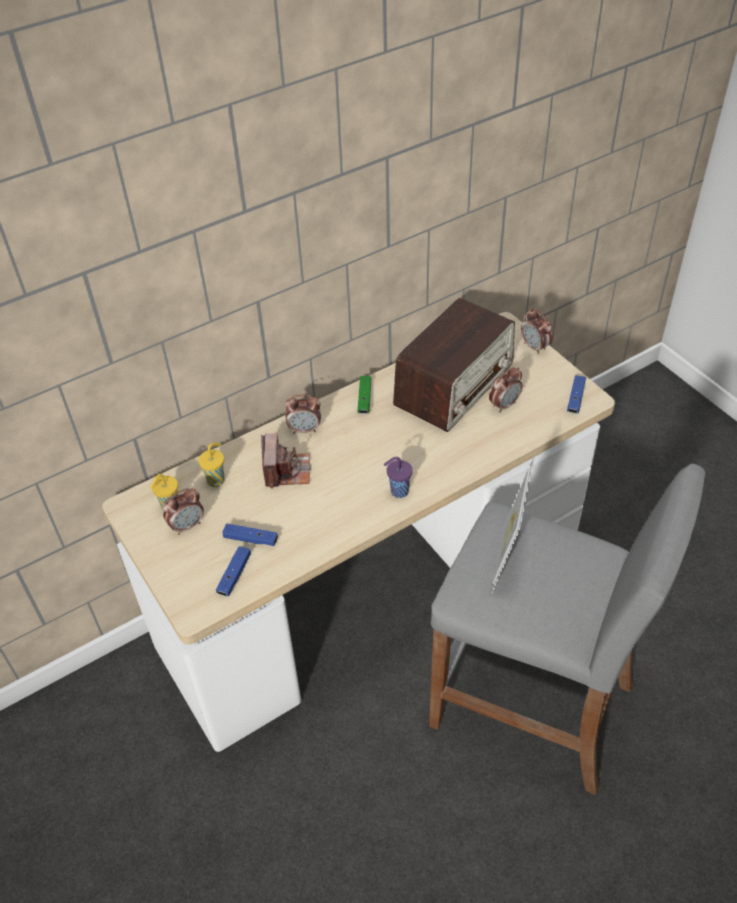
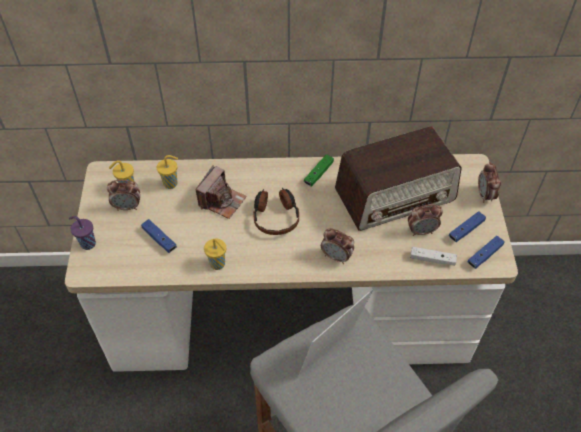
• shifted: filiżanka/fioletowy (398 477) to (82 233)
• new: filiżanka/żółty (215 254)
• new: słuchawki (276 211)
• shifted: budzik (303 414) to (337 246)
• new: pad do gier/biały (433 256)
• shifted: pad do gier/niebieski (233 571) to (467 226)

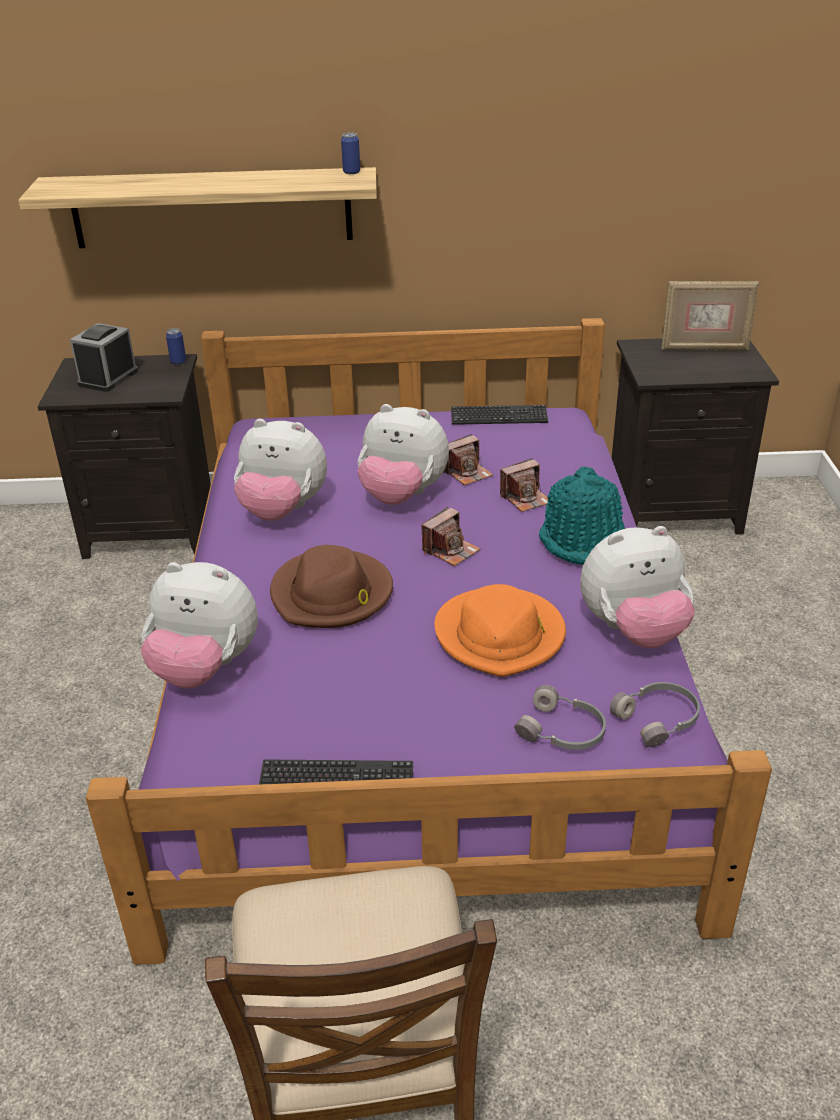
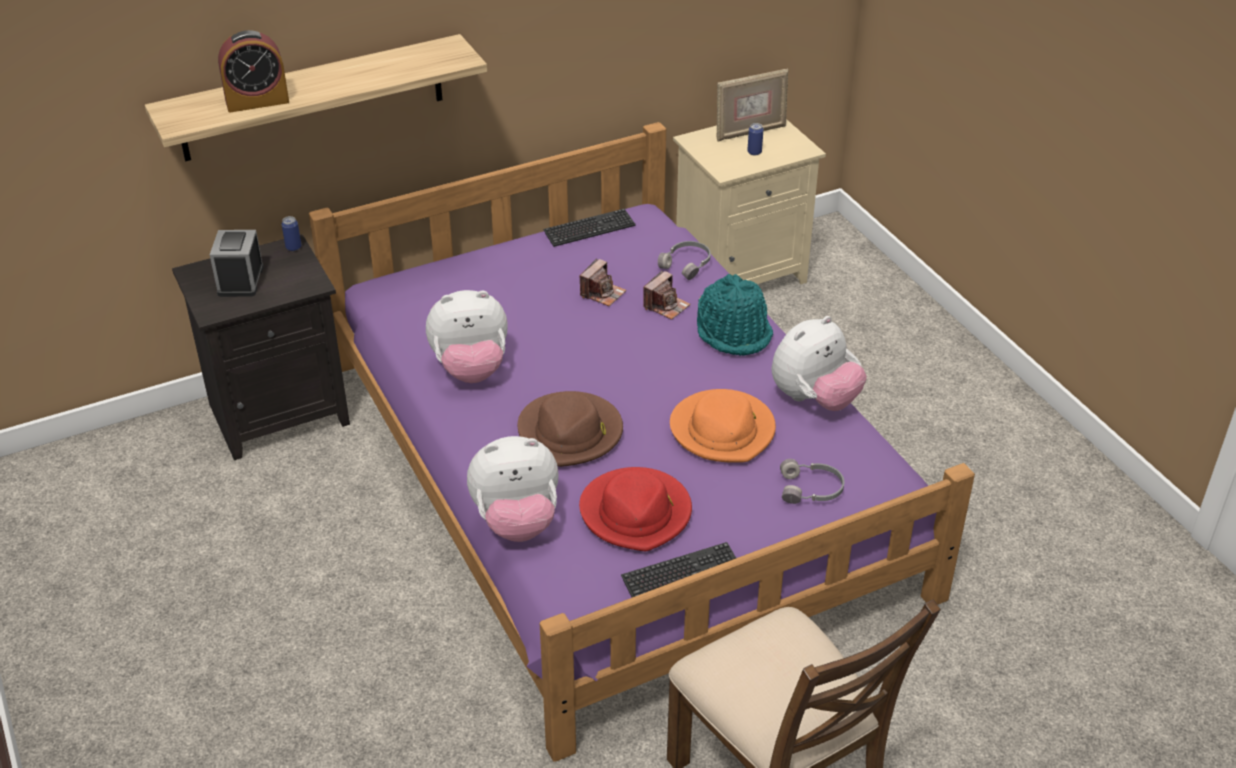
• new: budzik (253 71)
• new: kapelusz/czerwony (635 509)
• shifted: słuchawki/szary (655 714) to (684 260)
• repainted: szafka nocna/czarny (695 436) to szafka nocna/beżowy (749 201)
• shifted: puszka (350 153) to (755 139)
• gone: pluszak (403 454)
• gone: aparat fotograficzny (450 536)

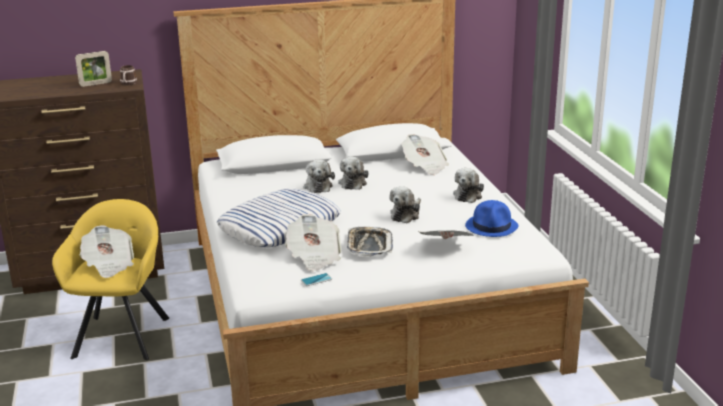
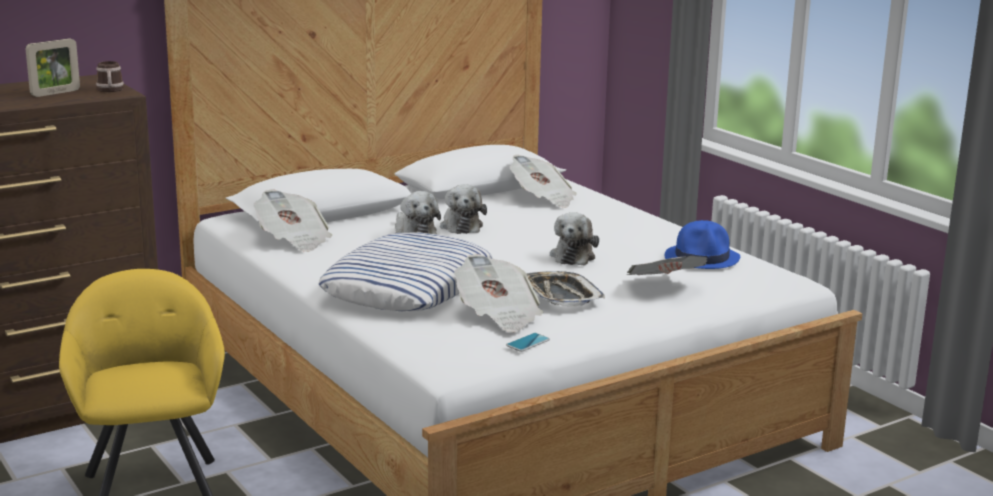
• shifted: gazeta (107 251) to (292 221)
• gone: pluszak (468 185)

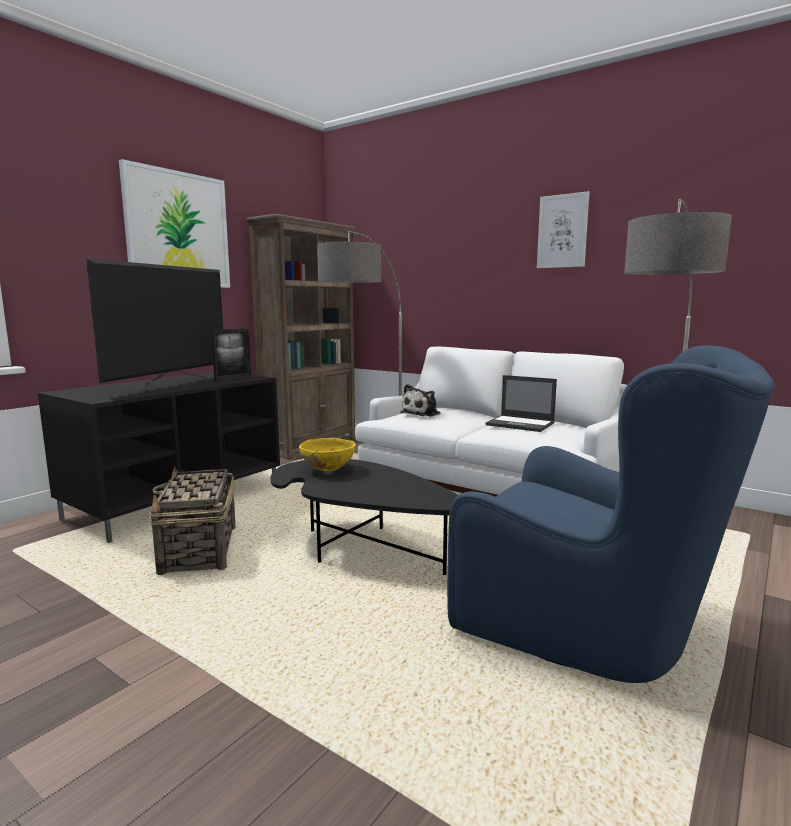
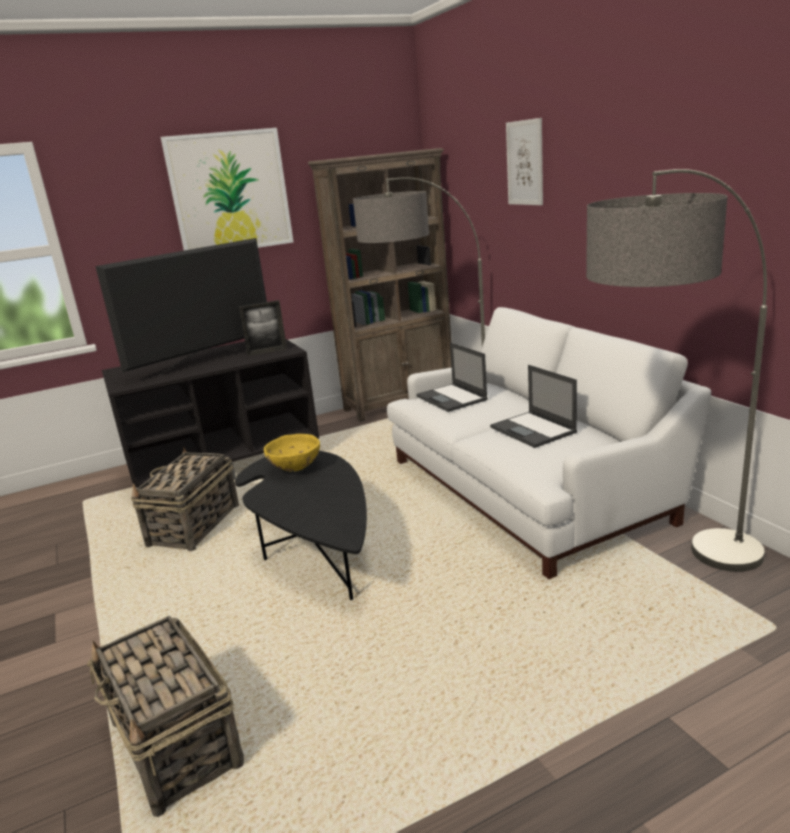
• new: koszyk (165 716)
• swapped: pluszak (420 400) to laptop (452 377)
• shifted: obraz (563 229) to (524 161)
• gone: fotel/niebieski (611 514)

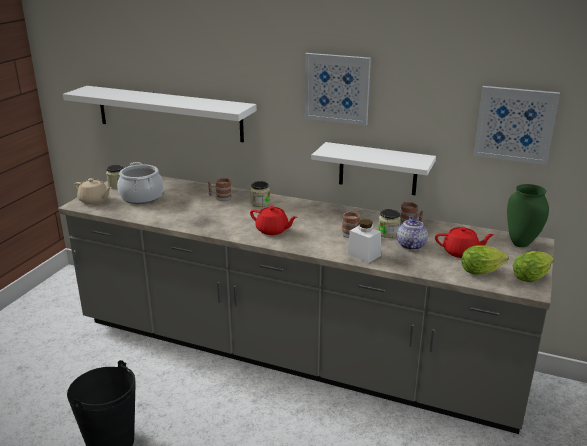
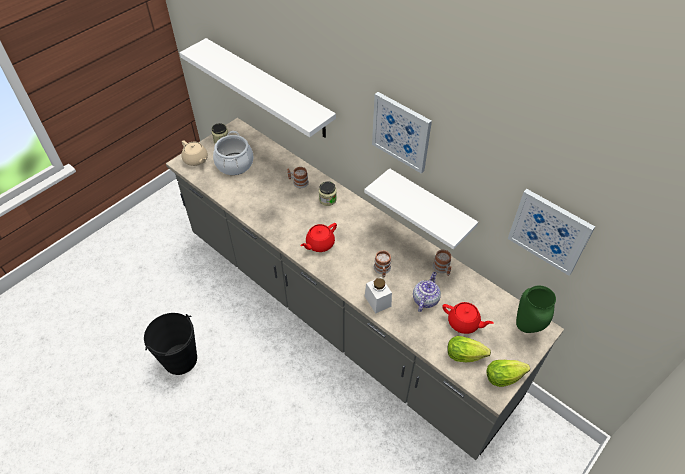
• rotated: imbryk/czerwony (274 220) = (318 237) 90 degrees clockwise
• gone: słoik (389 223)

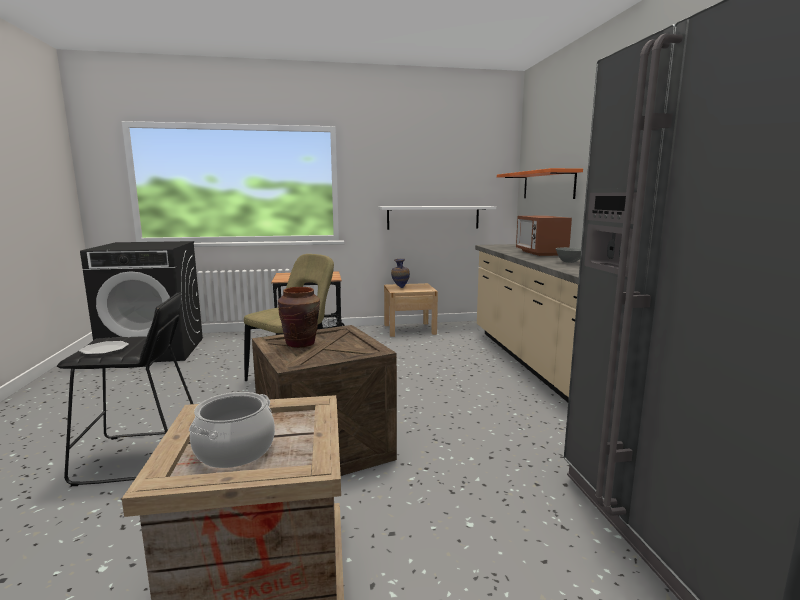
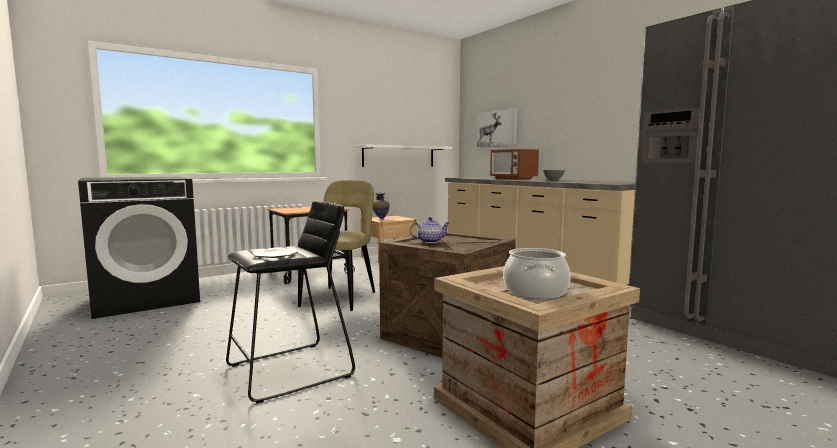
• swapped: wazon/brązowy (299 317) to imbryk (430 230)
• swapped: półka/pomarańczowy (540 183) to obraz (497 128)

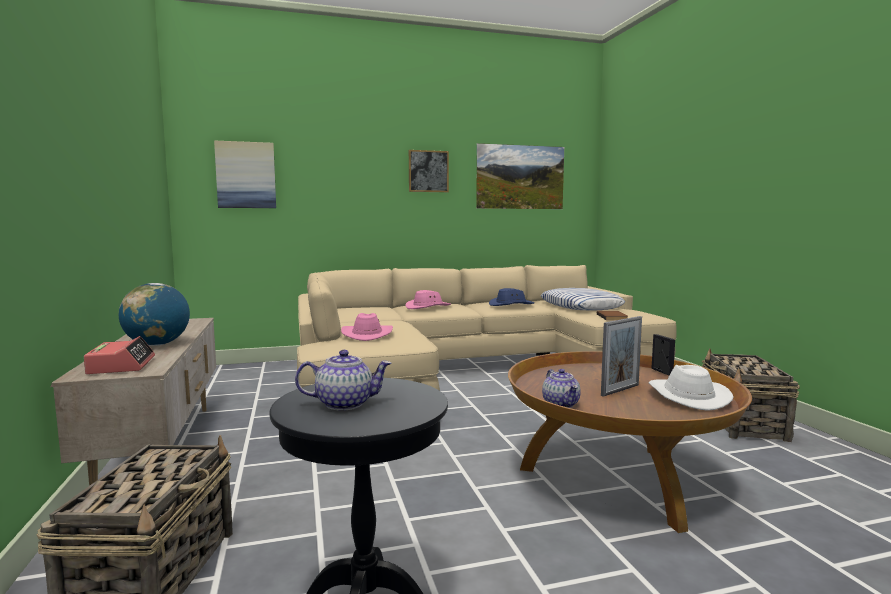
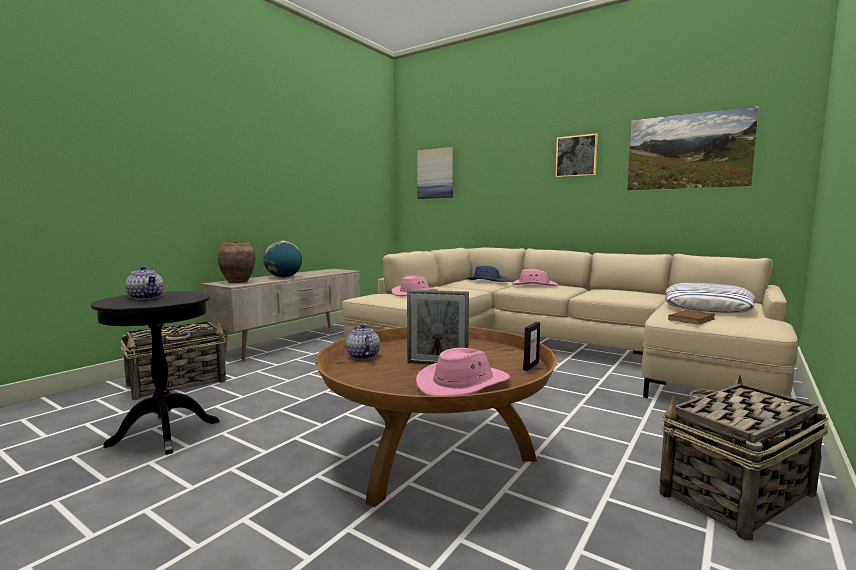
• swapped: budzik (119 355) to wazon/brązowy (237 262)
• rotated: imbryk (561 388) = (363 342) 120 degrees clockwise
• repainted: kapelusz/biały (690 388) to kapelusz/różowy (463 372)
• shifted: kapelusz/niebieski (511 297) to (487 274)

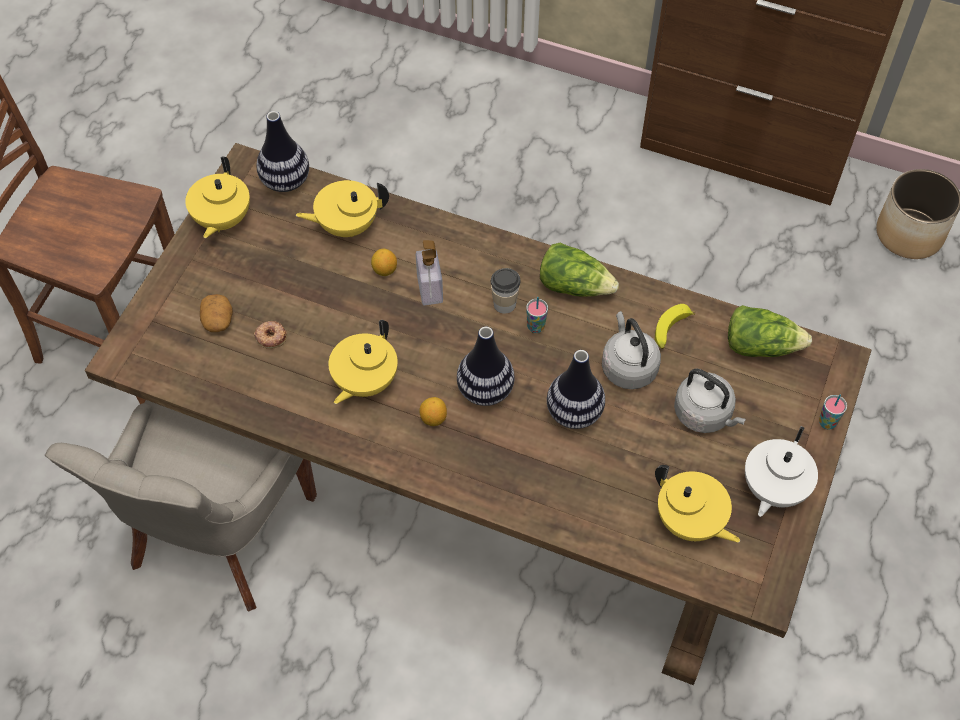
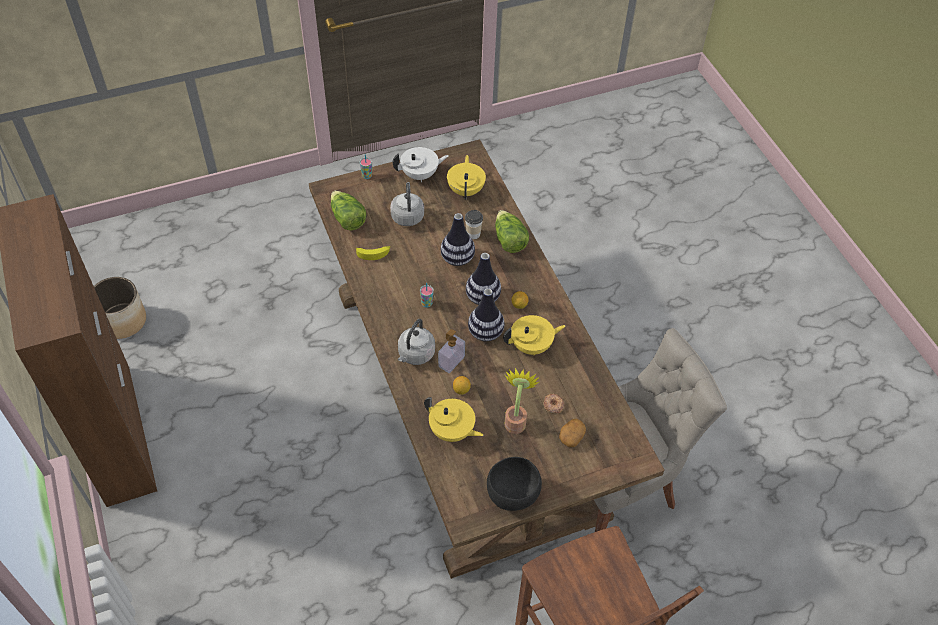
• shifted: czajnik/szary (631 350) to (416 342)
• shifted: filiżanka (506 291) to (474 224)
• shifted: wazon (282 151) to (486 314)
• swapped: imbryk/żółty (217 197) to miska/czarny (514 484)
• shifted: sałata (579 269) to (512 231)
• new: roślina doniczkowa (522 401)

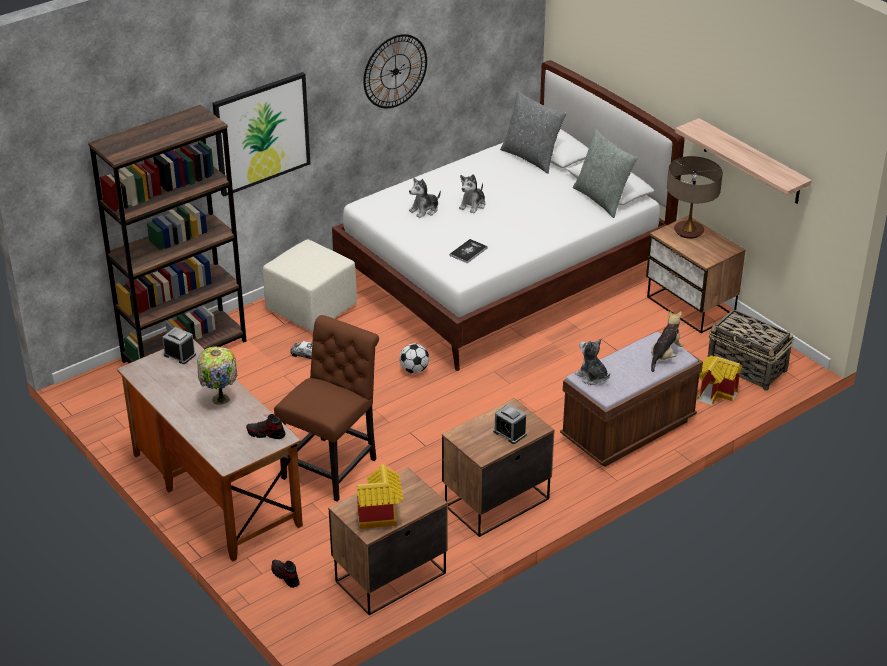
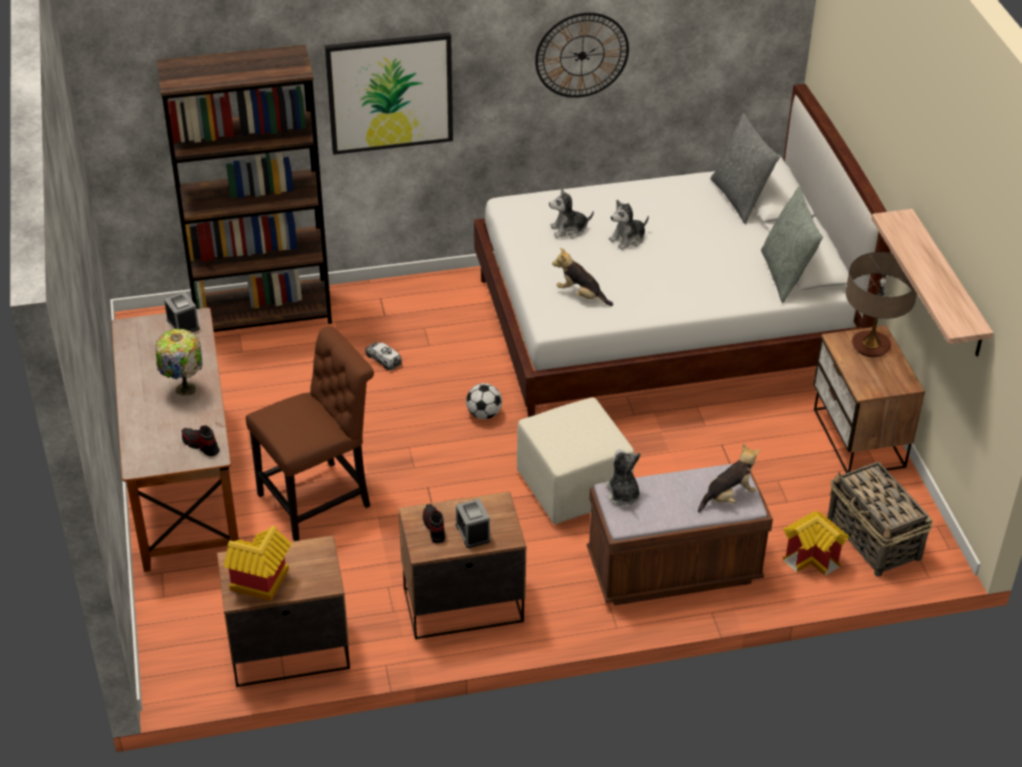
• shifted: but (285 573) to (434 523)
• shifted: pufa/beżowy (310 285) to (575 461)
• swapped: książka (468 251) to pluszak (582 277)

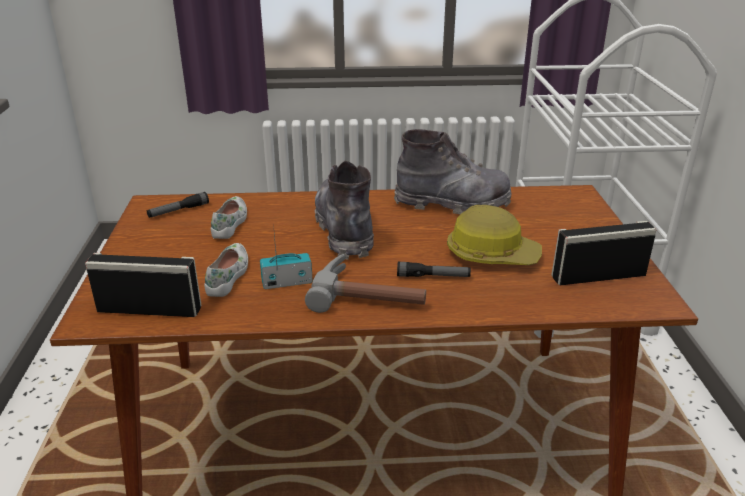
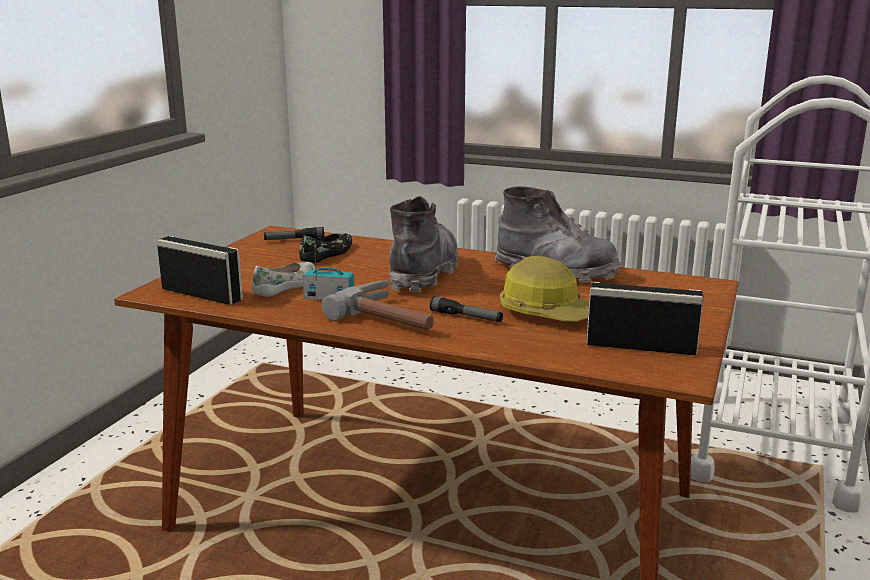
• repainted: but/biały (229 217) to but/czarny (325 248)

